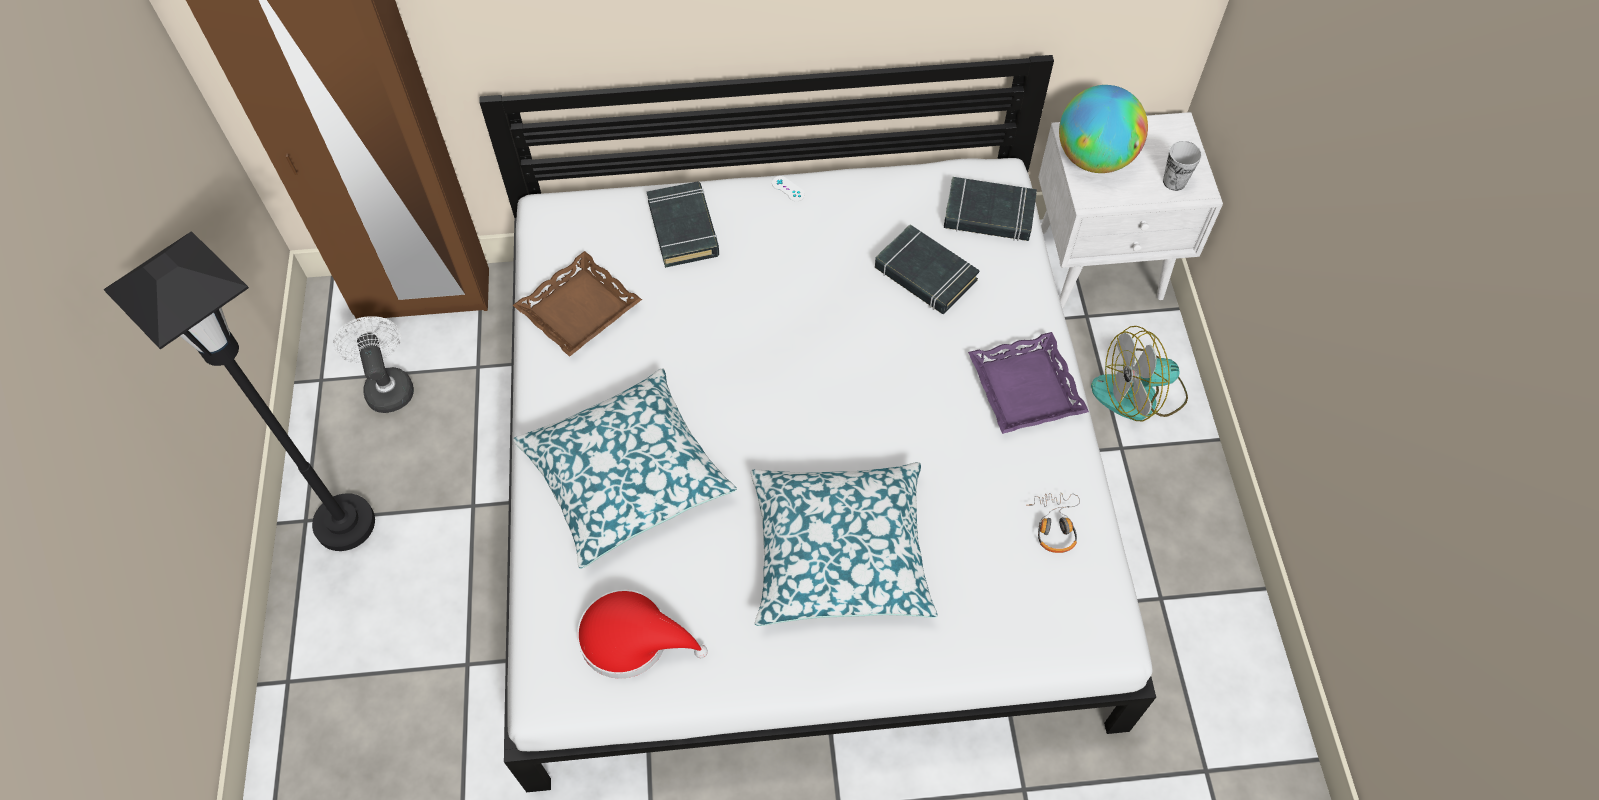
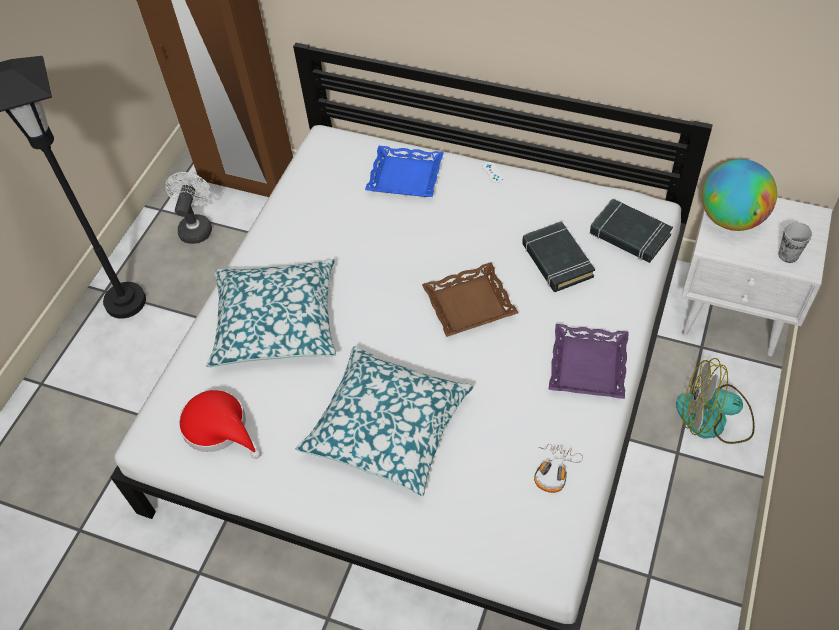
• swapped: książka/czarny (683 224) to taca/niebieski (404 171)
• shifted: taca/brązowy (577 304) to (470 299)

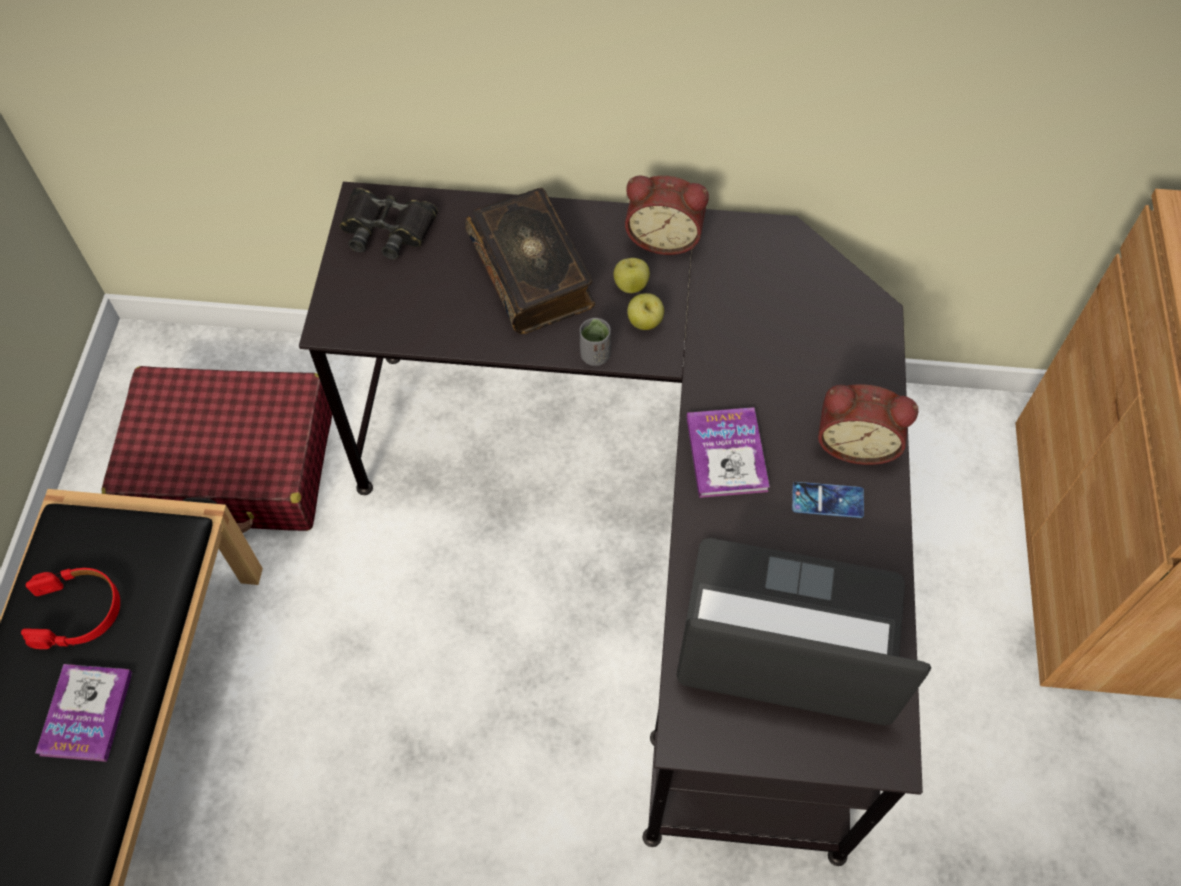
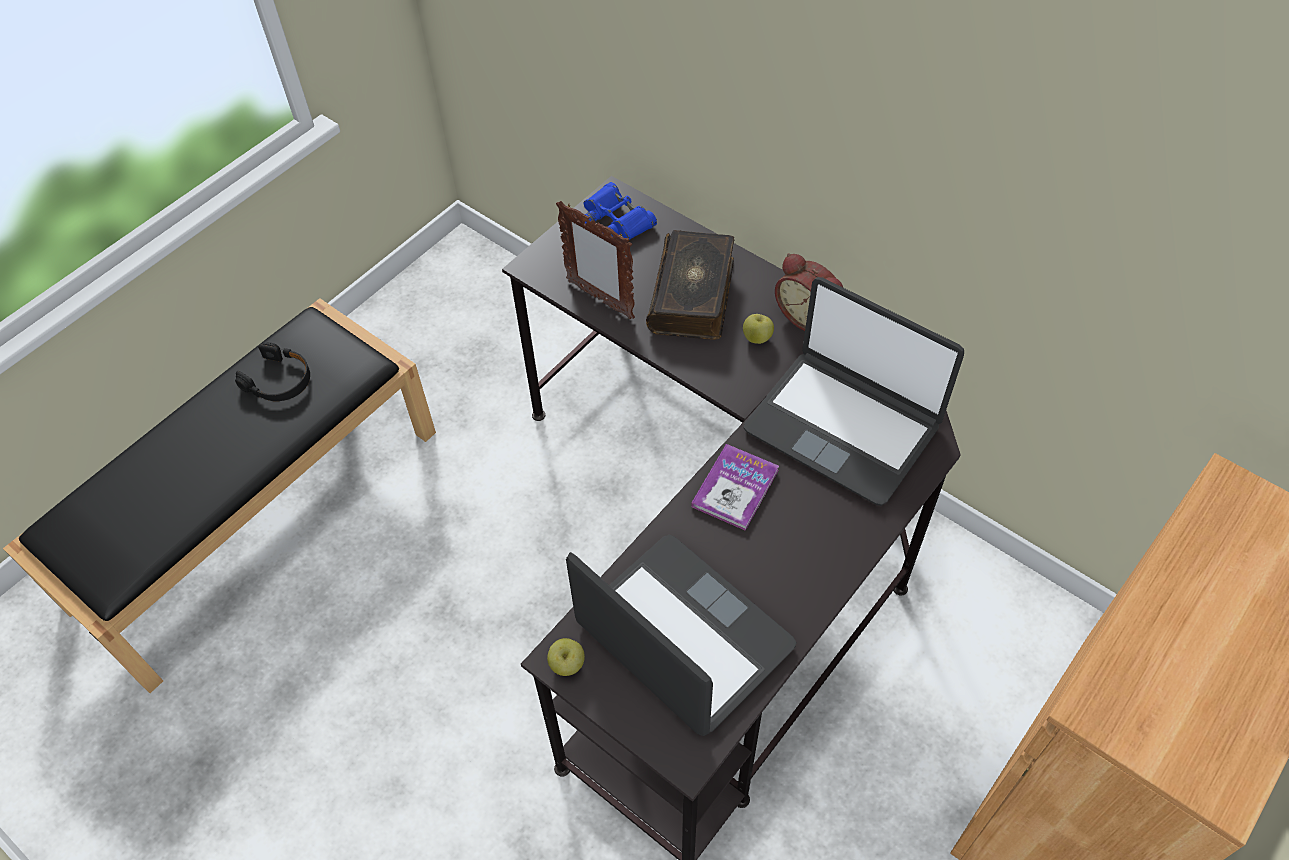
• repainted: słuchawki/czerwony (70 608) to słuchawki/czarny (272 371)
• shifted: jabłko (645 311) to (566 657)
• new: ramka na zdjęcie (595 260)
• repainted: lornetka/czarny (389 223) to lornetka/niebieski (620 211)
• new: laptop (854 391)
• gone: książka (84 713)
• gone: walizka/czerwony (216 449)
• gone: filiżanka/szary (595 342)
• gone: telefon (828 500)
• gone: budzik (868 424)

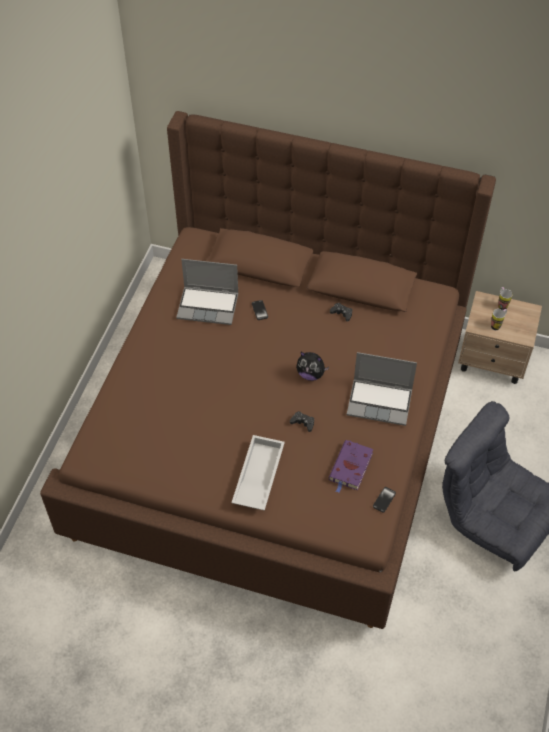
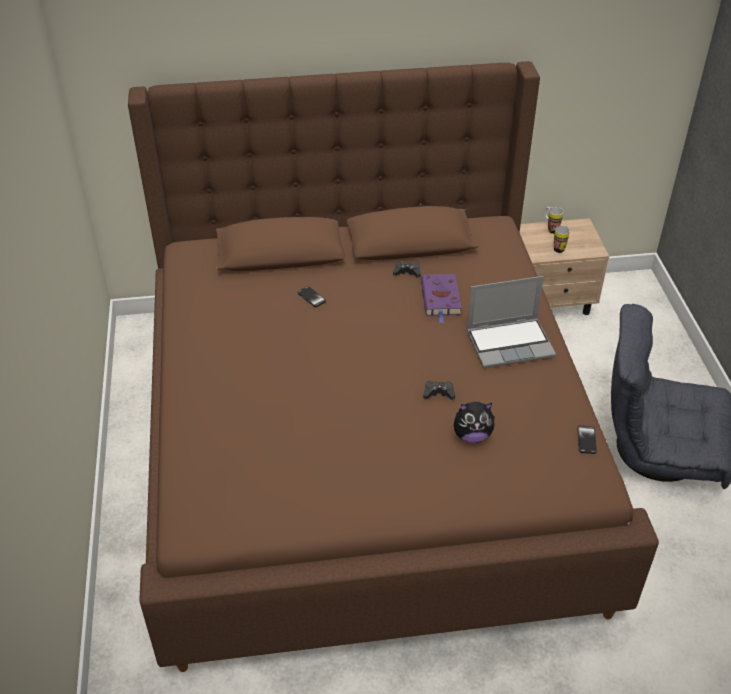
• shifted: książka/fioletowy (351 466) to (441 298)
• shifted: pluszak (312 366) to (475 422)
• gone: laptop (207 292)
• gone: taca/biały (258 473)

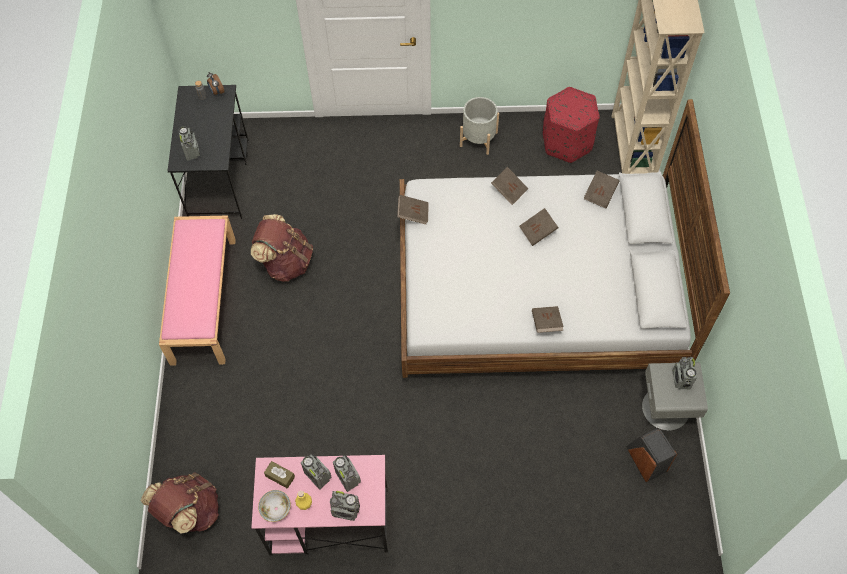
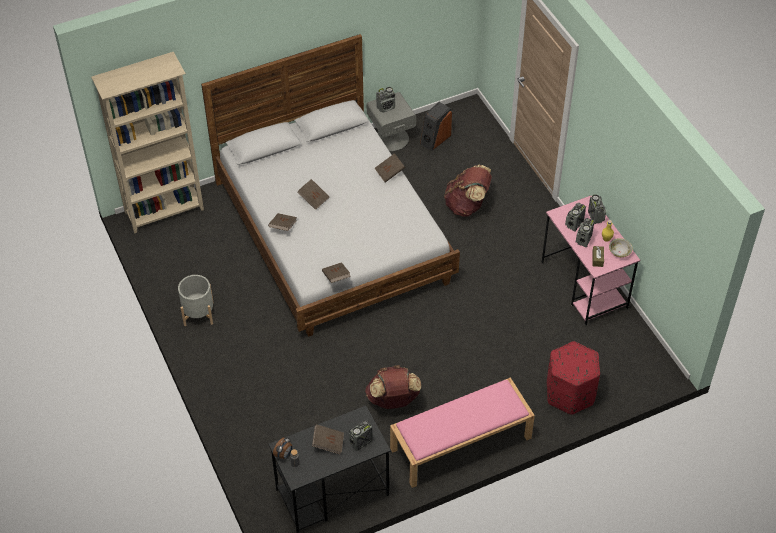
• shifted: książka/brązowy (602 189) to (328 439)
• shifted: plecak/brązowy (180 503) to (468 191)
• shifted: pufa/czerwony (571 125) to (573 378)

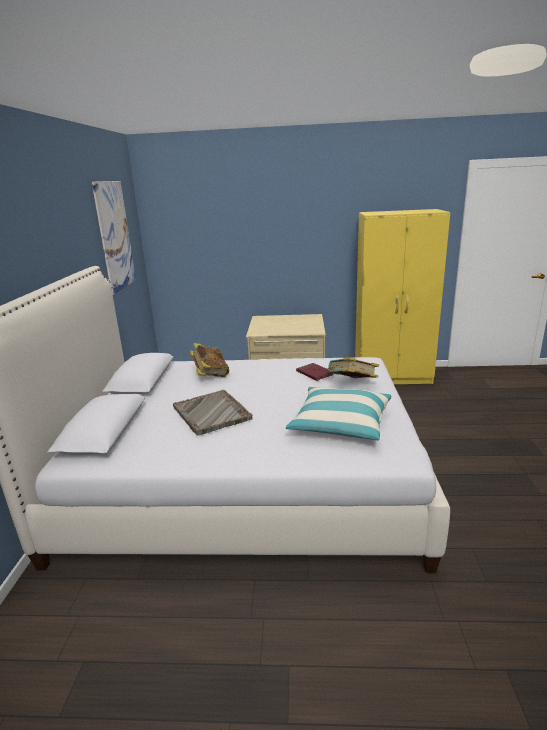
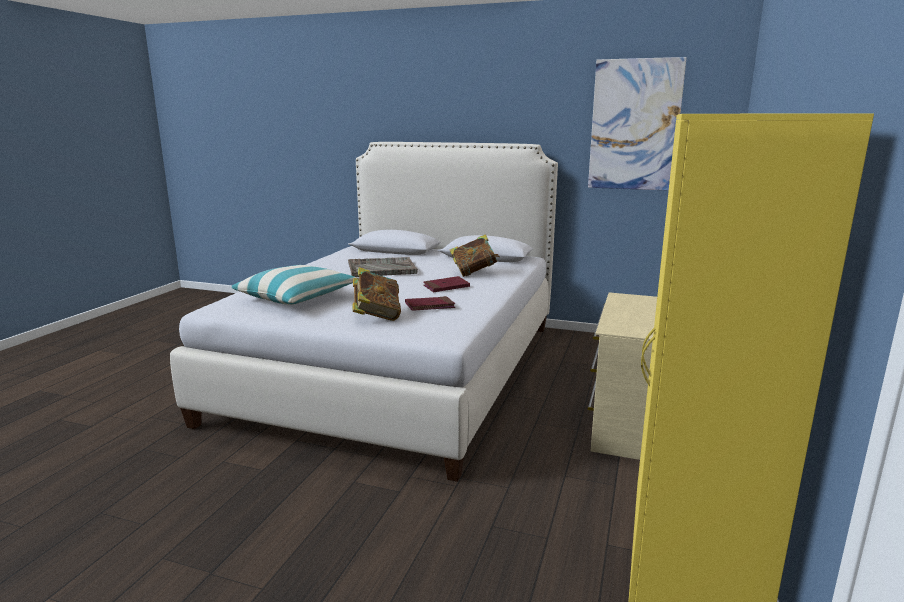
• new: książka/czerwony (446 284)

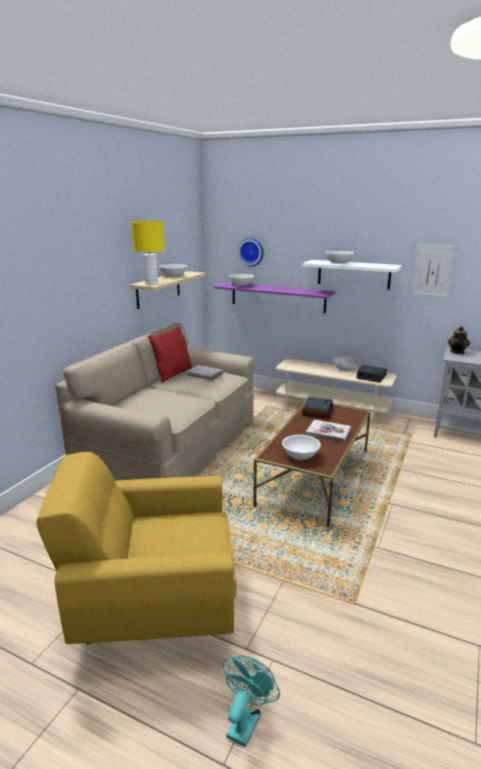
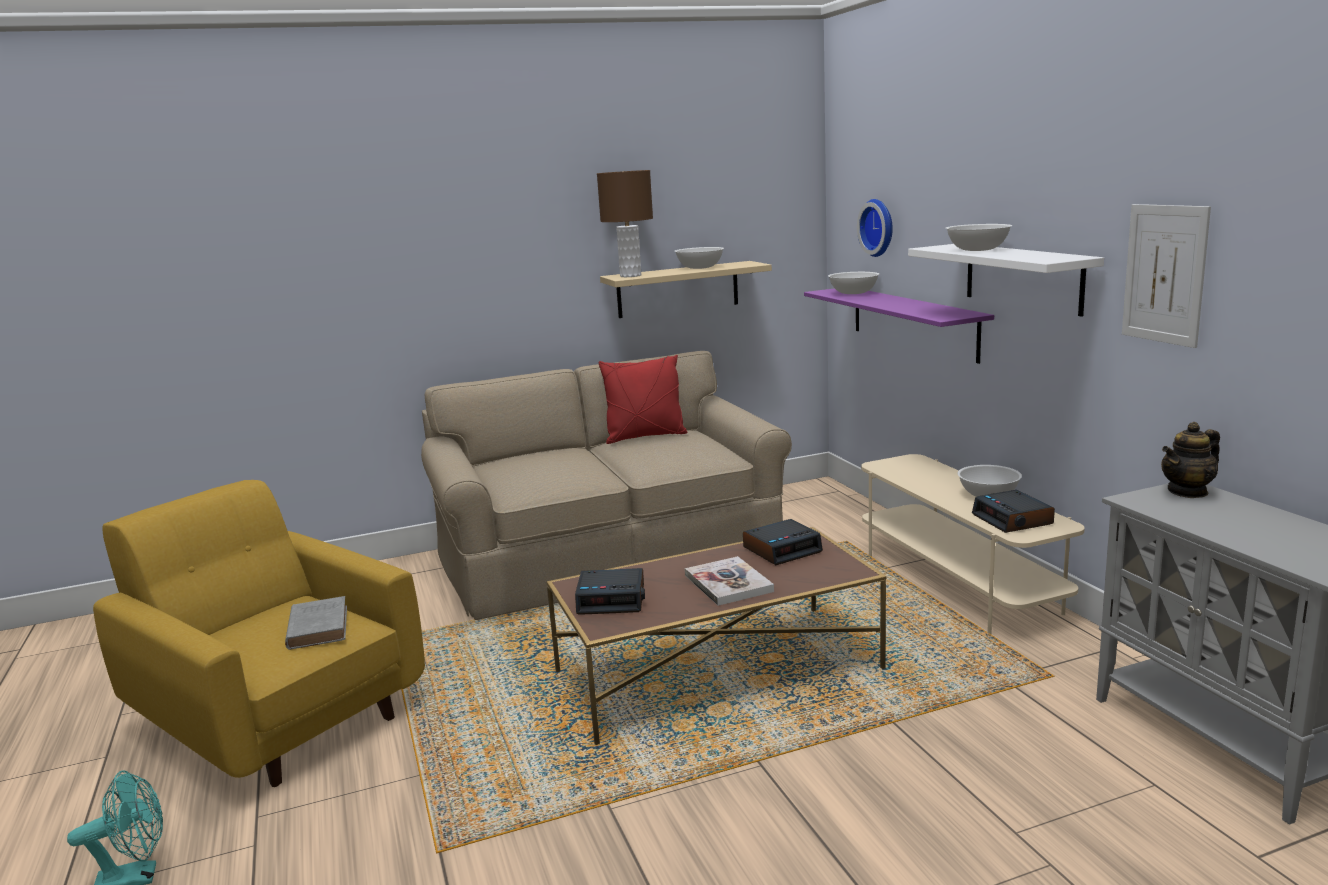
• shifted: książka/szary (204 373) to (316 623)
• swapped: miska/biały (301 447) to budzik (610 591)
• repainted: lampa stołowa/żółty (148 253) to lampa stołowa/brązowy (625 223)

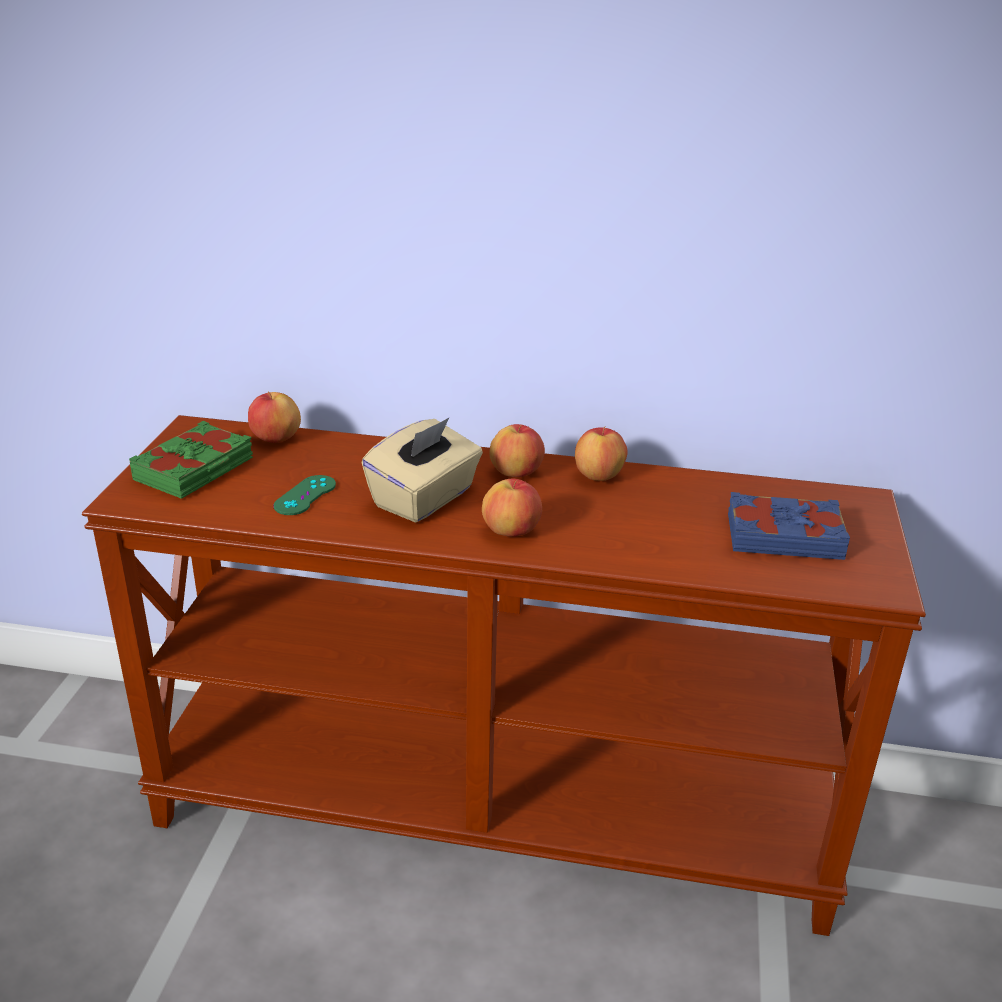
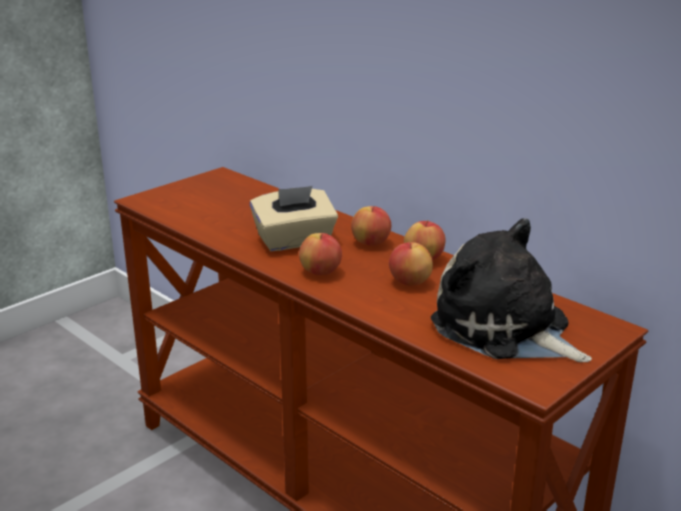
• shifted: jabłko (274 417) to (411 263)
• swapped: książka/niebieski (789 526) to pluszak (511 290)
• gone: książka/zielony (191 460)
• gone: pad do gier/zielony (304 495)

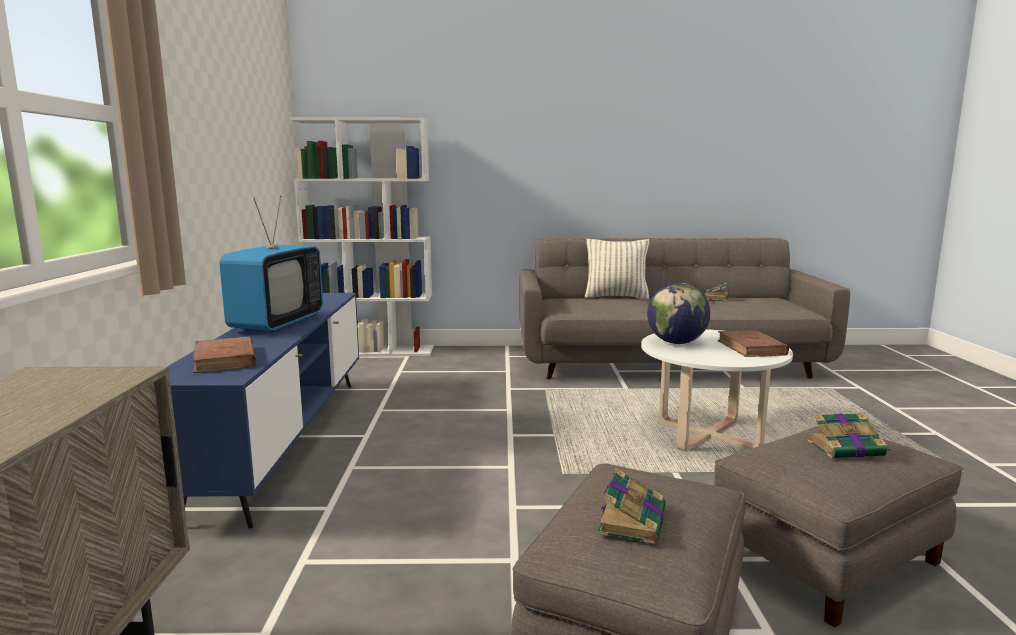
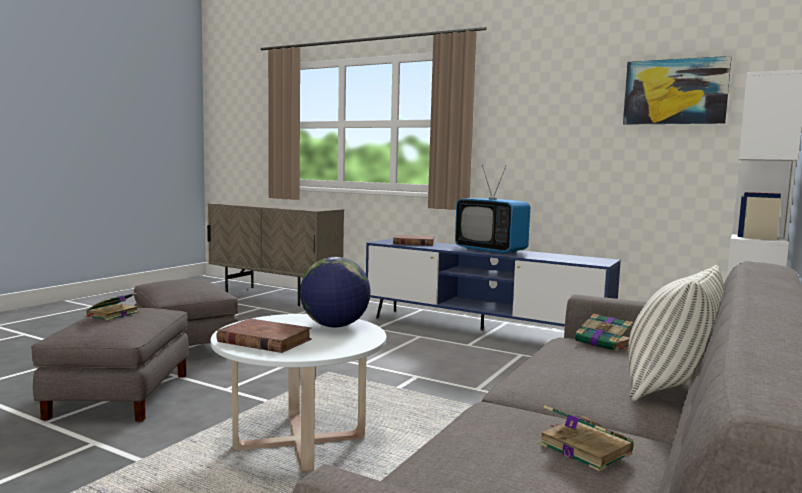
• shifted: książka (631 506) to (604 332)
• new: obraz (677 90)

